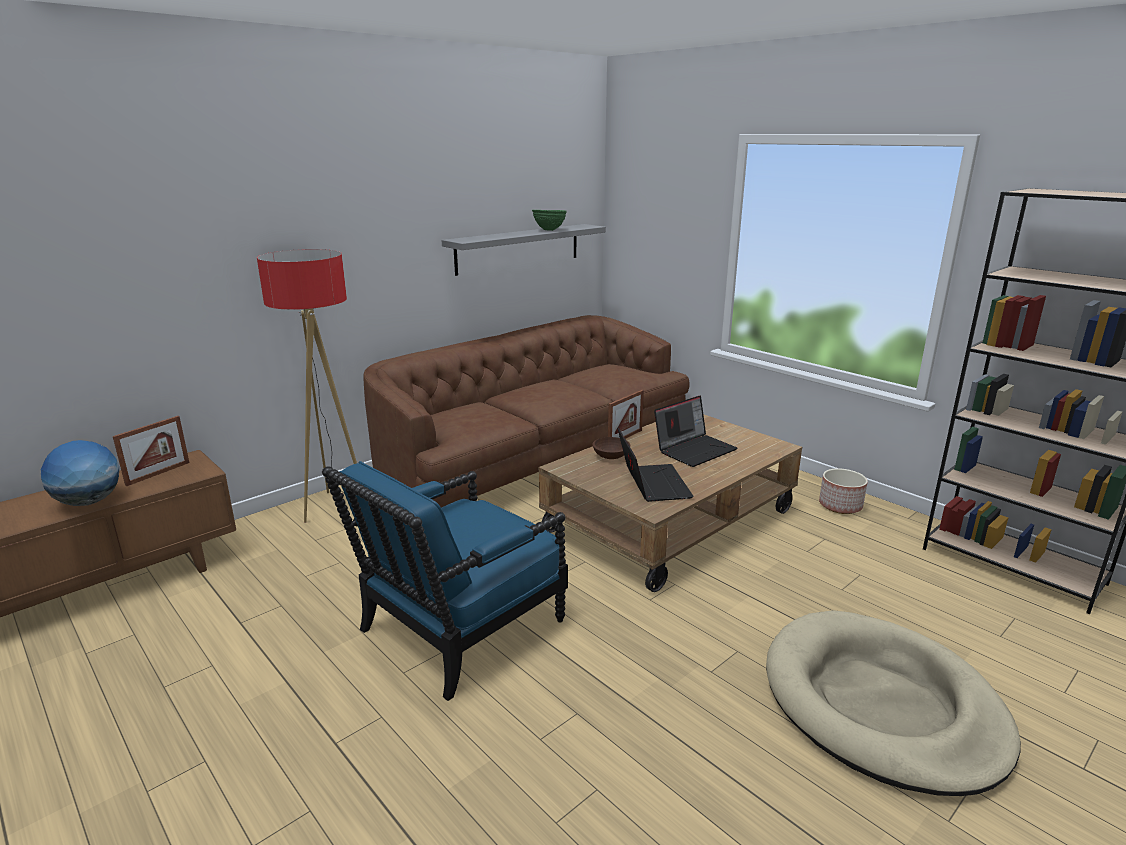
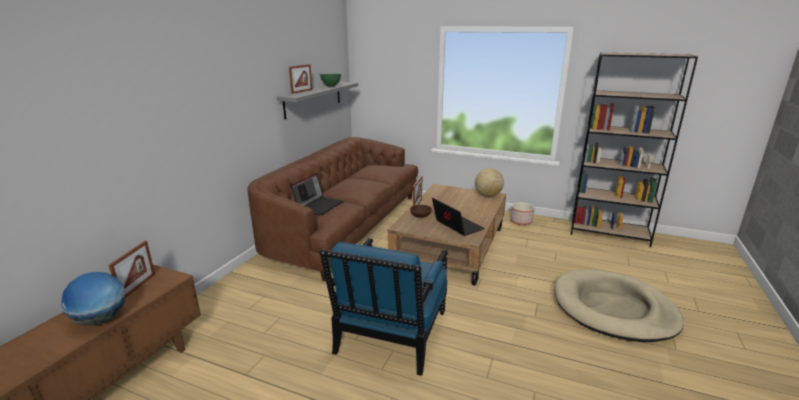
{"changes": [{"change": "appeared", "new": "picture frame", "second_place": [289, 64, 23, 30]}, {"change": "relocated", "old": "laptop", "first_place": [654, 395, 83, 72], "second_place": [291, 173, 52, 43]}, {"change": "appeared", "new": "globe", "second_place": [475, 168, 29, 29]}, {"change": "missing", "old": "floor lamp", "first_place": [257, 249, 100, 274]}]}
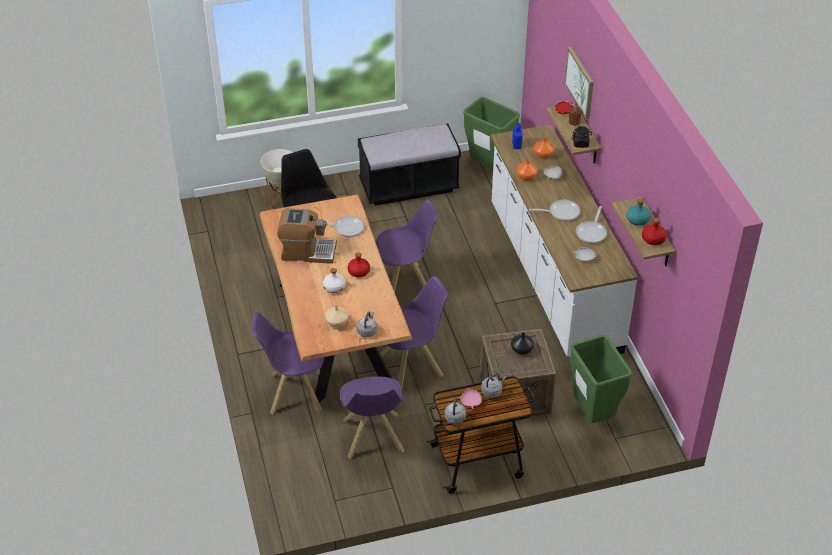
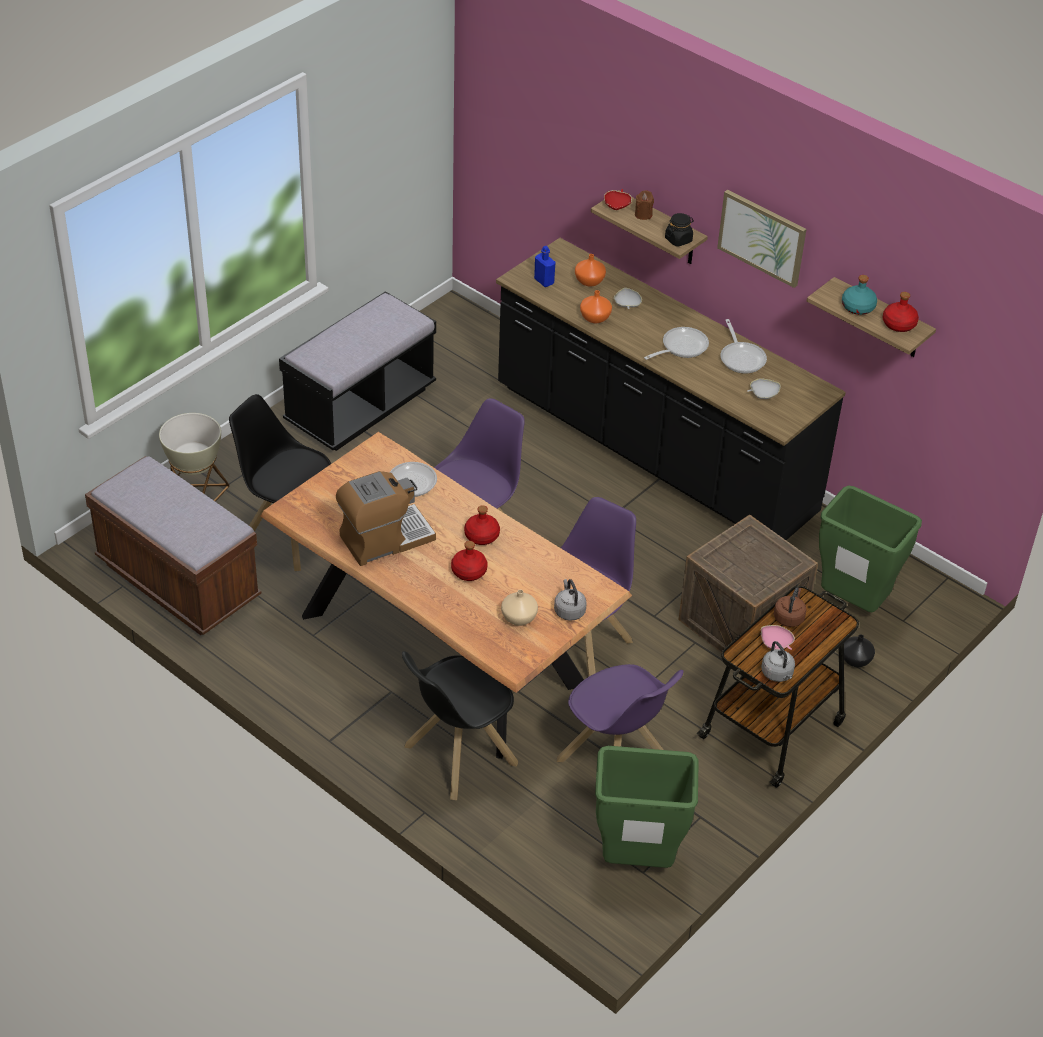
{"changes": [{"change": "appeared", "new": "bench (brown)", "second_place": [85, 456, 176, 179]}, {"change": "colour", "old": "chair (purple)", "new": "chair (black)", "first_place": [252, 312, 72, 103], "second_place": [402, 651, 116, 149]}, {"change": "colour", "old": "bottle (white)", "new": "bottle (red)", "first_place": [323, 268, 23, 25], "second_place": [451, 541, 37, 40]}, {"change": "colour", "old": "counter (white)", "new": "counter (black)", "first_place": [491, 124, 147, 233], "second_place": [496, 238, 350, 302]}, {"change": "relocated", "old": "trash can (green)", "first_place": [463, 97, 57, 71], "second_place": [595, 746, 104, 122]}, {"change": "relocated", "old": "picture", "first_place": [565, 47, 29, 72], "second_place": [717, 190, 89, 98]}, {"change": "colour", "old": "kettle (grey)", "new": "kettle (brown)", "first_place": [481, 373, 26, 25], "second_place": [774, 587, 32, 40]}, {"change": "relocated", "old": "vase (black)", "first_place": [511, 333, 23, 22], "second_place": [844, 634, 31, 33]}]}
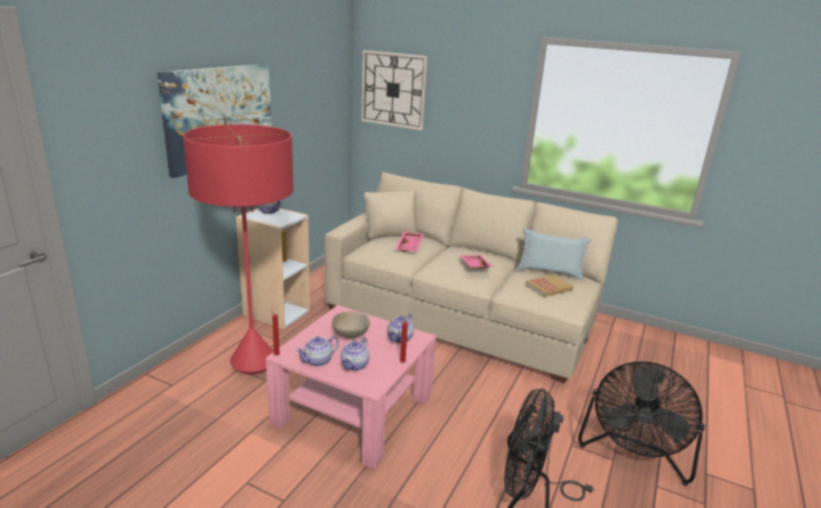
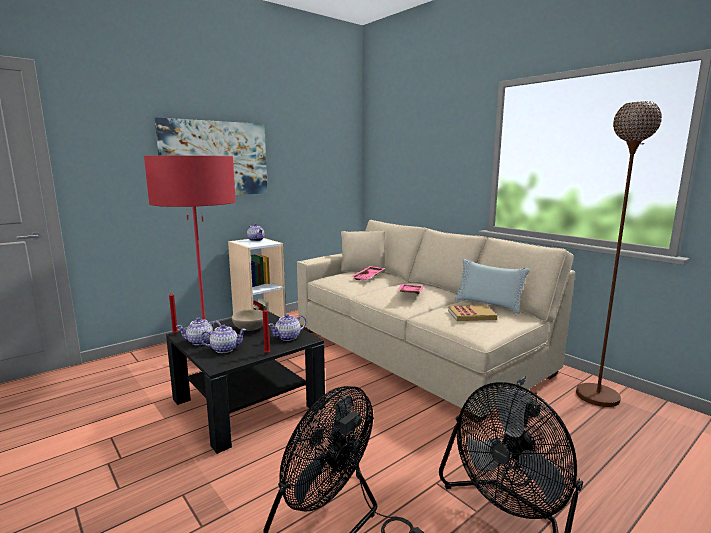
{"changes": [{"change": "colour", "old": "coffee table (pink)", "new": "coffee table (black)", "first_place": [266, 305, 170, 164], "second_place": [166, 311, 159, 143]}, {"change": "spun", "old": "teapot", "first_place": [341, 337, 28, 34], "second_place": [200, 324, 47, 29], "degrees": -150}, {"change": "appeared", "new": "floor lamp (brown)", "second_place": [576, 101, 86, 306]}, {"change": "missing", "old": "wall clock", "first_place": [361, 50, 67, 80]}]}
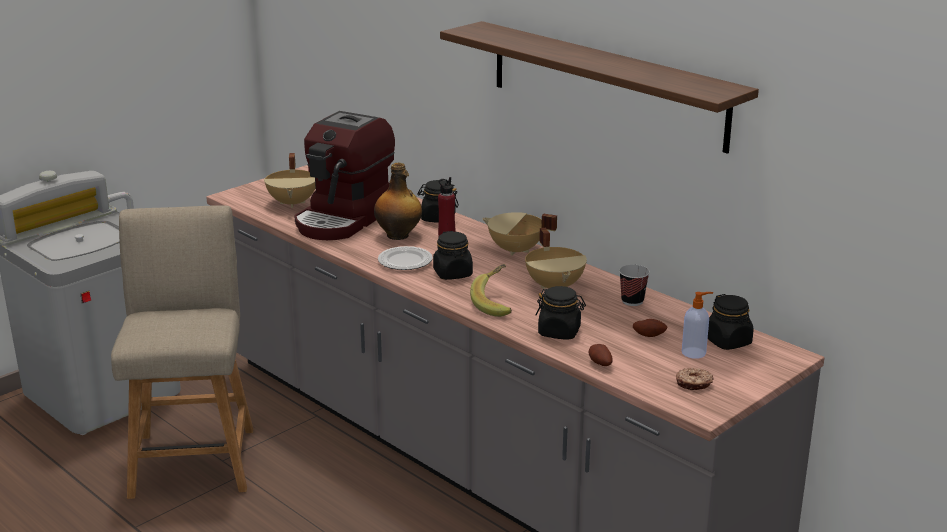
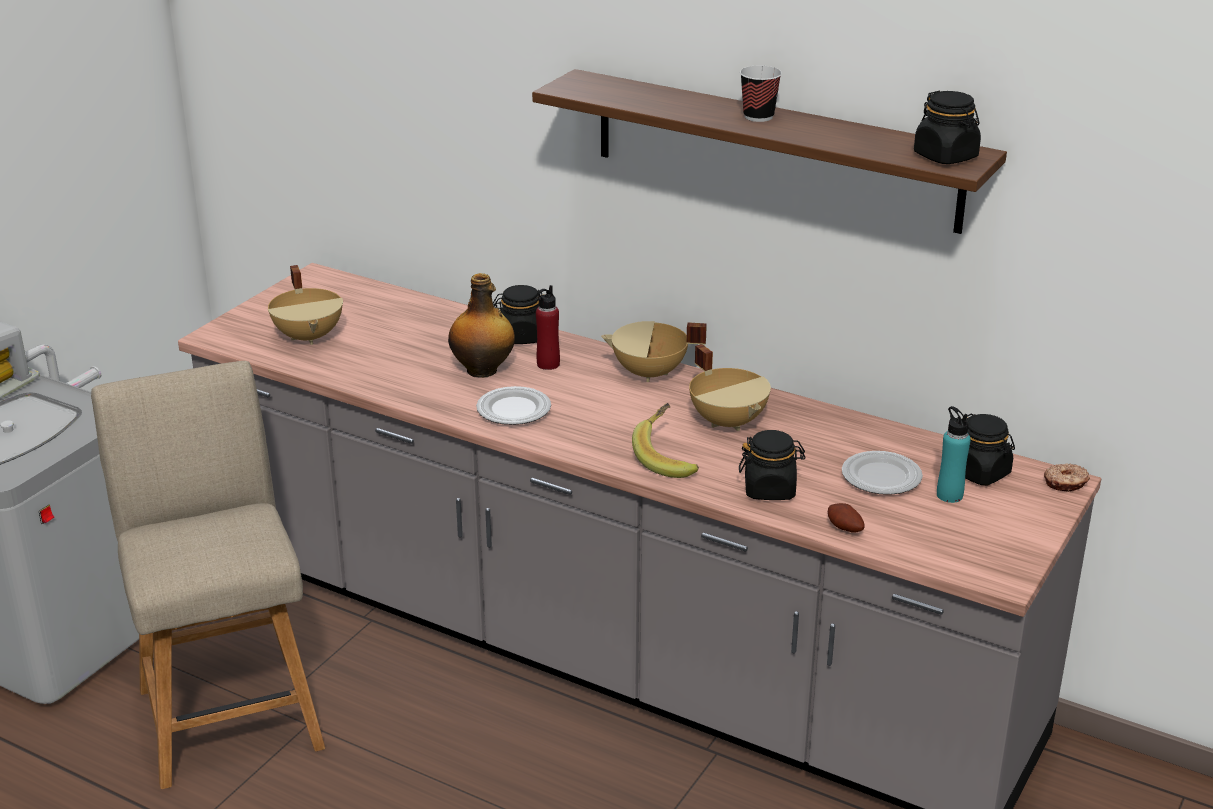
{"changes": [{"change": "relocated", "old": "cup", "first_place": [619, 265, 31, 41], "second_place": [740, 65, 42, 57]}, {"change": "exchanged", "old": "potato", "new": "plate", "first_place": [633, 319, 34, 18], "second_place": [842, 451, 81, 44]}, {"change": "relocated", "old": "jar (black)", "first_place": [433, 231, 40, 49], "second_place": [914, 91, 67, 73]}, {"change": "exchanged", "old": "soap dispenser", "new": "bottle (turquoise)", "first_place": [682, 292, 31, 67], "second_place": [937, 406, 34, 97]}, {"change": "relocated", "old": "donut", "first_place": [676, 368, 38, 22], "second_place": [1044, 463, 46, 29]}, {"change": "missing", "old": "coffee machine", "first_place": [294, 111, 101, 129]}]}
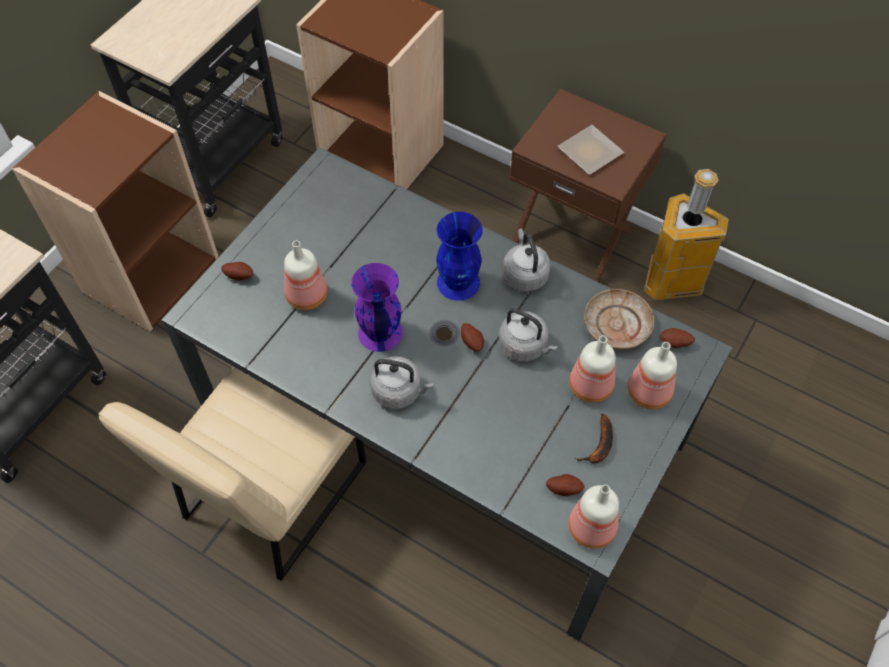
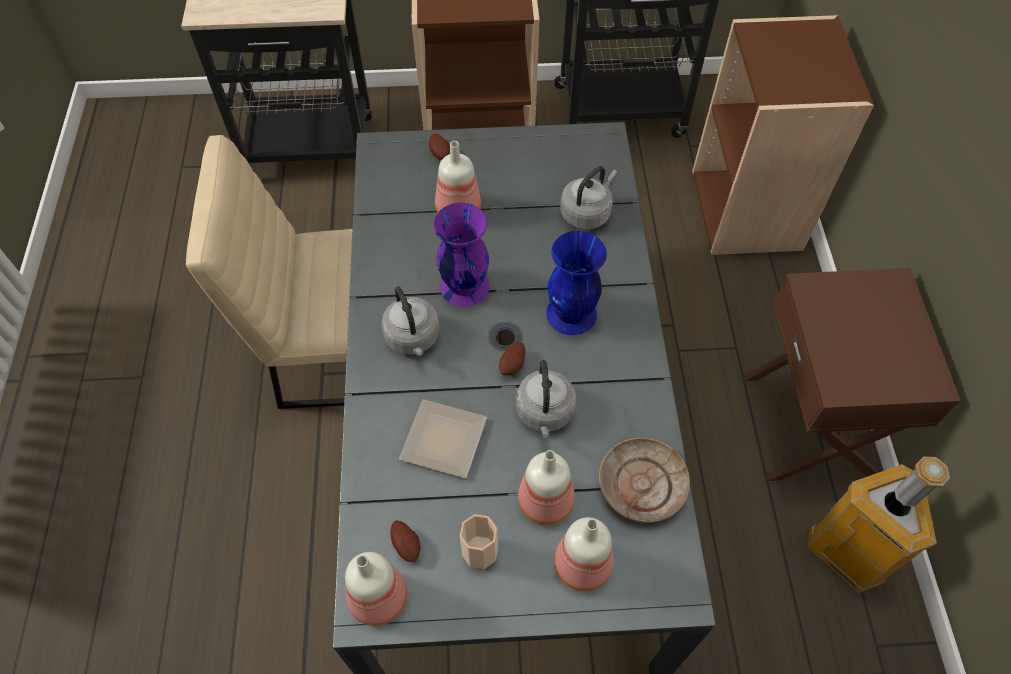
{"changes": [{"change": "relocated", "old": "plate", "first_place": [557, 125, 67, 50], "second_place": [399, 399, 88, 79]}, {"change": "exchanged", "old": "banana", "new": "cup", "first_place": [575, 414, 38, 50], "second_place": [460, 514, 38, 55]}, {"change": "relocated", "old": "kettle (grey)", "first_place": [503, 228, 48, 64], "second_place": [560, 166, 58, 64]}, {"change": "missing", "old": "potato", "first_place": [660, 328, 35, 20]}]}
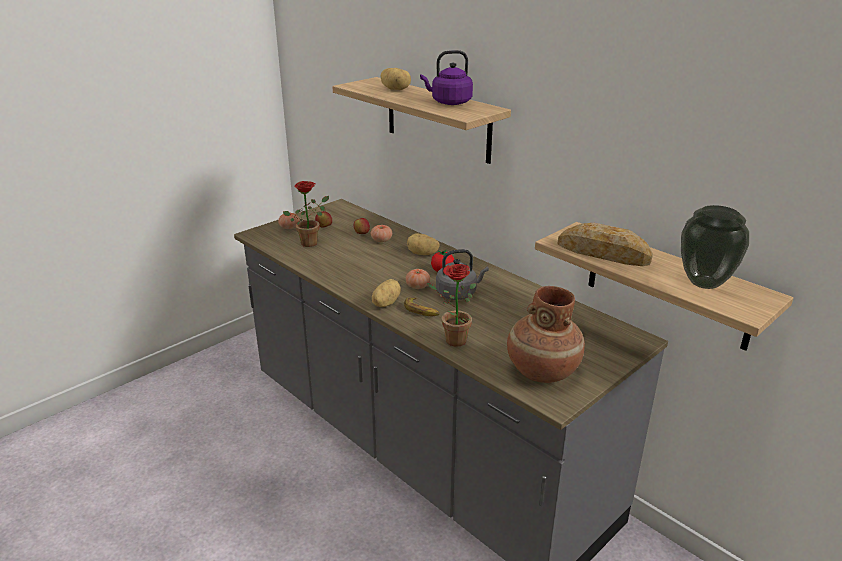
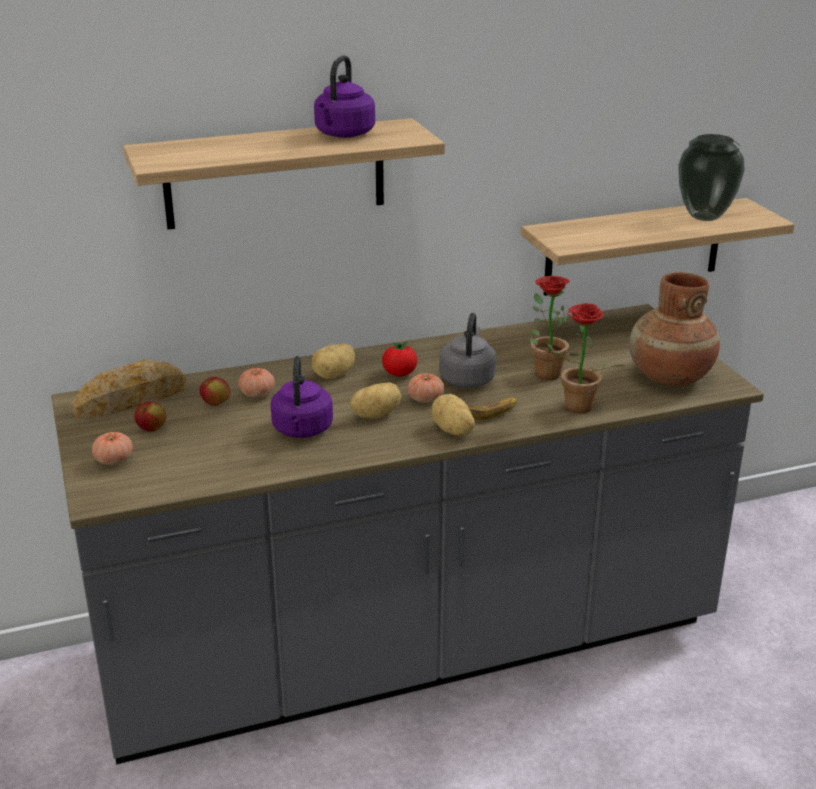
{"changes": [{"change": "relocated", "old": "bread", "first_place": [557, 223, 96, 43], "second_place": [71, 359, 116, 59]}, {"change": "appeared", "new": "kettle (purple)", "second_place": [271, 356, 62, 82]}, {"change": "relocated", "old": "potato", "first_place": [381, 68, 30, 22], "second_place": [350, 382, 51, 37]}, {"change": "relocated", "old": "potted plant", "first_place": [283, 181, 46, 66], "second_place": [530, 276, 40, 104]}]}
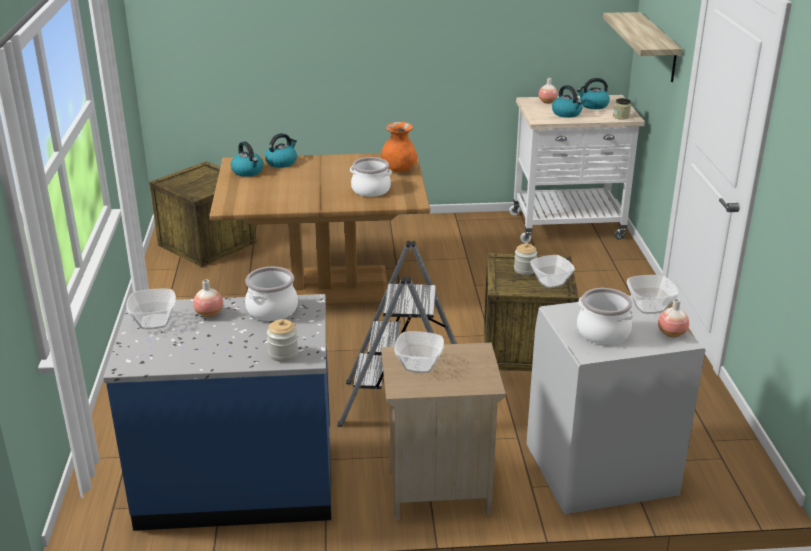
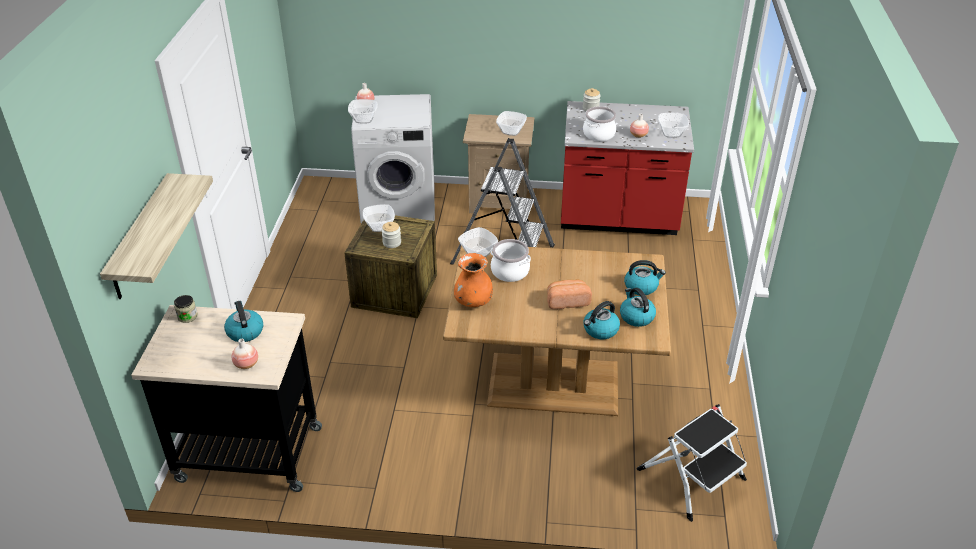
{"changes": [{"change": "colour", "old": "cart (white)", "new": "cart (black)", "first_place": [509, 95, 136, 148], "second_place": [131, 305, 191, 187]}, {"change": "appeared", "new": "bowl", "second_place": [458, 227, 40, 30]}, {"change": "appeared", "new": "bread", "second_place": [547, 280, 45, 29]}, {"change": "colour", "old": "counter (blue)", "new": "counter (red)", "first_place": [103, 294, 228, 237], "second_place": [561, 101, 133, 134]}, {"change": "relocated", "old": "kettle", "first_place": [577, 78, 33, 31], "second_place": [624, 260, 42, 35]}, {"change": "exchanged", "old": "crate", "new": "step ladder", "first_place": [149, 161, 108, 107], "second_place": [636, 404, 111, 118]}, {"change": "missing", "old": "cooking pot", "first_place": [577, 288, 57, 57]}]}
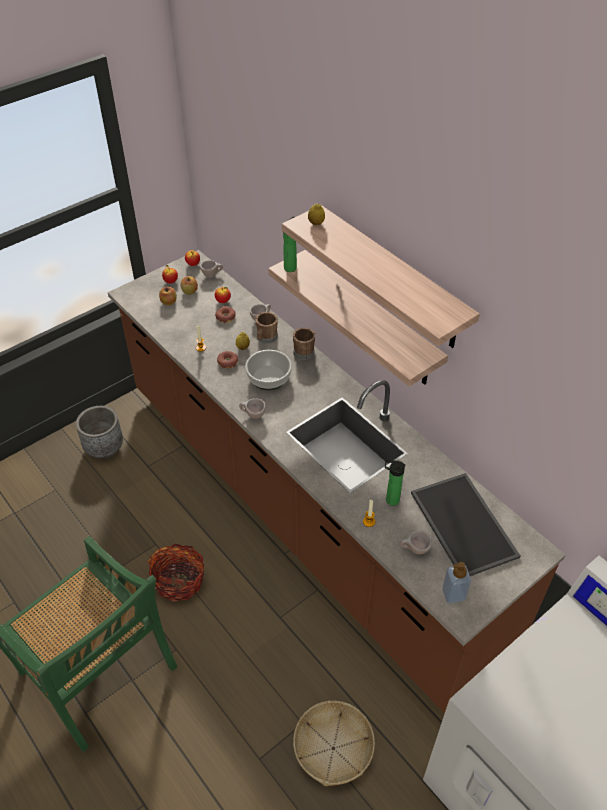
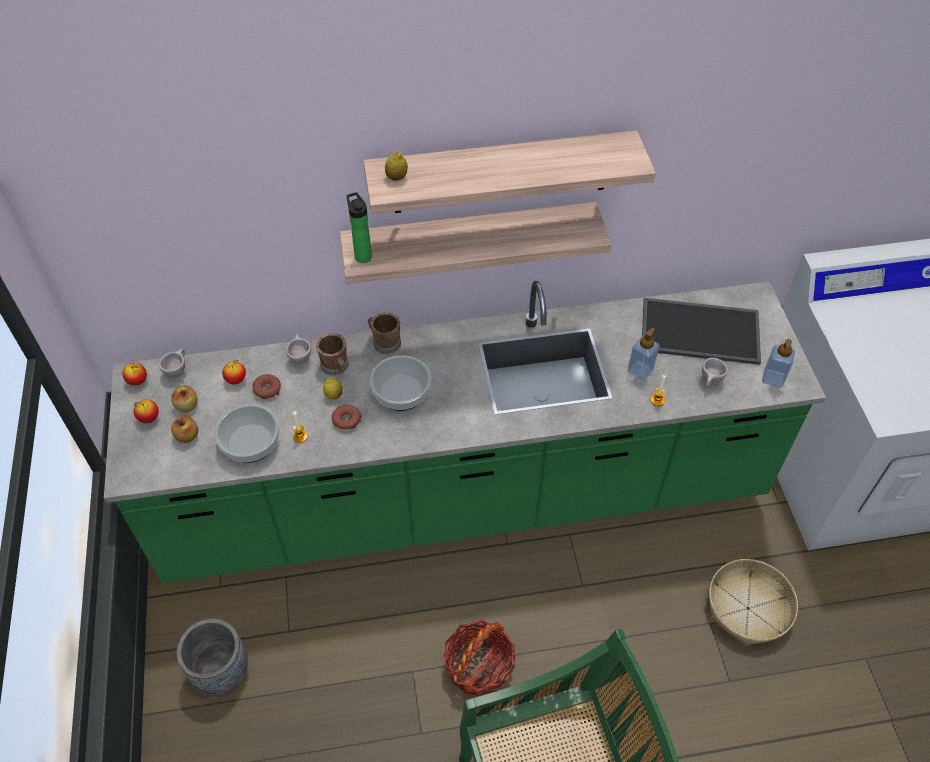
{"changes": [{"change": "colour", "old": "counter (brown)", "new": "counter (green)", "first_place": [108, 250, 457, 464], "second_place": [104, 281, 722, 303]}, {"change": "appeared", "new": "bowl", "second_place": [214, 404, 65, 59]}, {"change": "exchanged", "old": "bottle", "new": "soap dispenser", "first_place": [385, 460, 21, 46], "second_place": [627, 328, 33, 52]}, {"change": "missing", "old": "cup (beige)", "first_place": [239, 398, 27, 21]}]}
